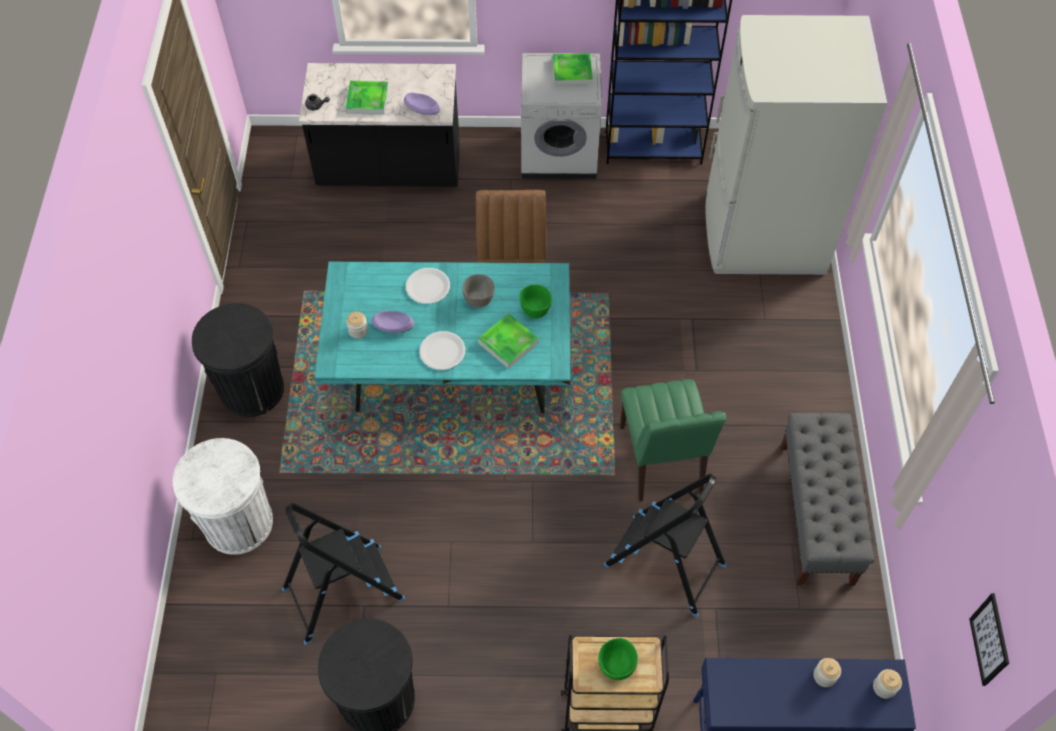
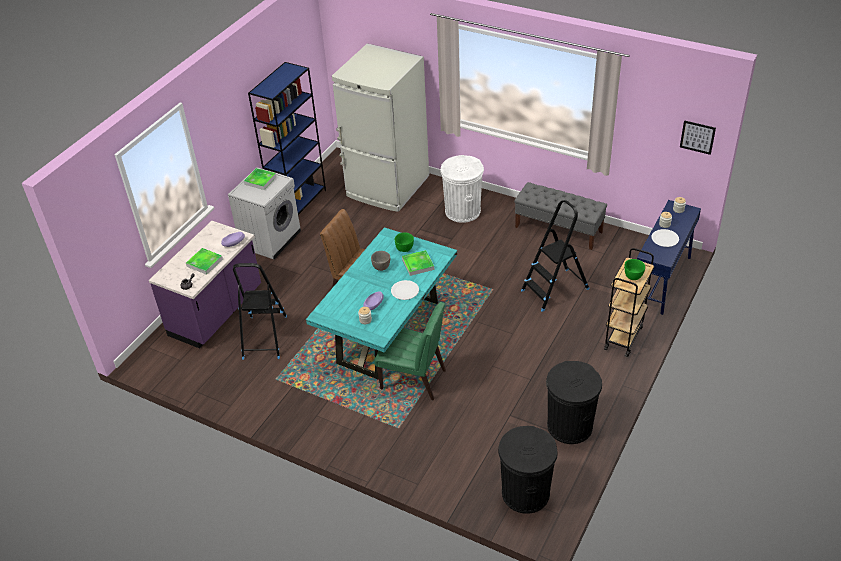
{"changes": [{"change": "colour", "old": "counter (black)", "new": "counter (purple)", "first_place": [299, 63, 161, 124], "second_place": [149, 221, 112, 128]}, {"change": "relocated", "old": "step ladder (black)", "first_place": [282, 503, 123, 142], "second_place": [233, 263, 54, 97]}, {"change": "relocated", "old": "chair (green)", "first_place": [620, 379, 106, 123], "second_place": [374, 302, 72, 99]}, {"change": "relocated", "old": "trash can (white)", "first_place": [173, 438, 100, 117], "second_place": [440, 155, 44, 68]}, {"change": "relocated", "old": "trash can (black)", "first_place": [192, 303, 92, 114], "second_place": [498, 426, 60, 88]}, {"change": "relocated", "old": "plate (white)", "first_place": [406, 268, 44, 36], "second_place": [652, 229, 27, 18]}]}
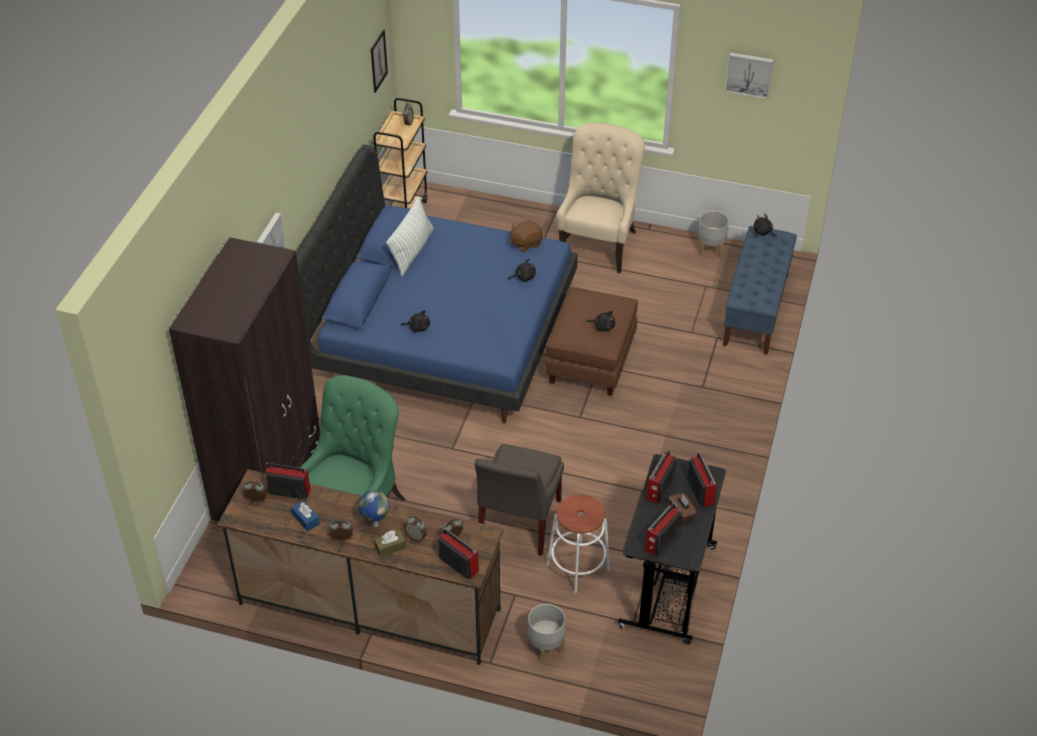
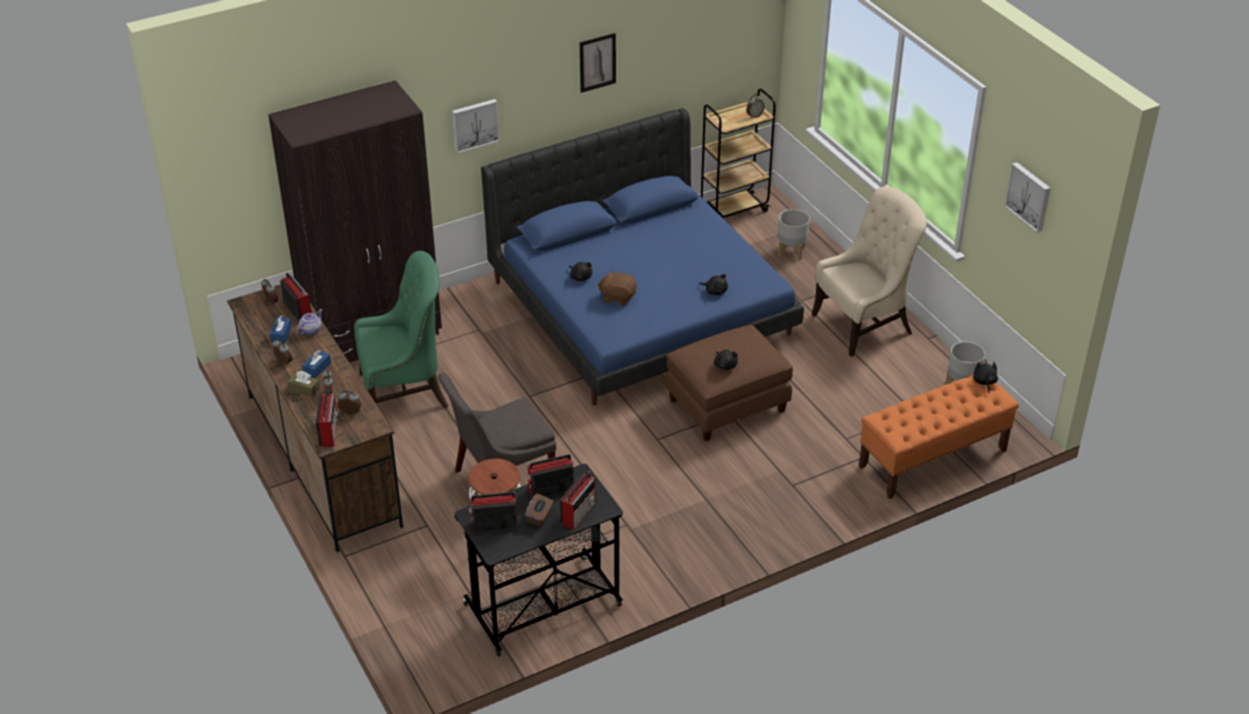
{"changes": [{"change": "appeared", "new": "teapot", "second_place": [297, 309, 25, 27]}, {"change": "exchanged", "old": "globe", "new": "tissue box (blue)", "first_place": [358, 490, 32, 37], "second_place": [302, 349, 29, 29]}, {"change": "relocated", "old": "picture", "first_place": [371, 29, 17, 64], "second_place": [580, 33, 36, 60]}, {"change": "relocated", "old": "plush toy (brown)", "first_place": [509, 220, 34, 32], "second_place": [598, 270, 39, 36]}, {"change": "relocated", "old": "planter (grey)", "first_place": [528, 604, 37, 59], "second_place": [778, 209, 32, 51]}, {"change": "colour", "old": "bench (blue)", "new": "bench (orange)", "first_place": [723, 226, 74, 129], "second_place": [859, 374, 160, 125]}, {"change": "missing", "old": "pillow", "first_place": [386, 196, 48, 80]}]}
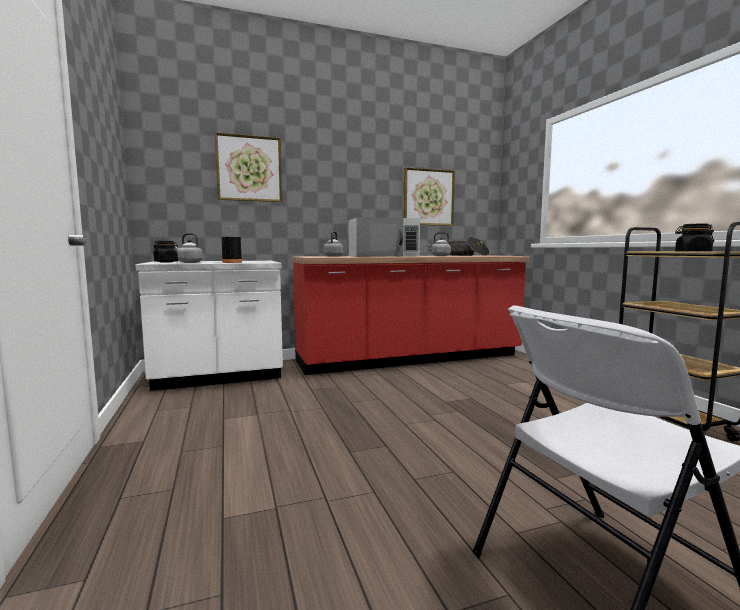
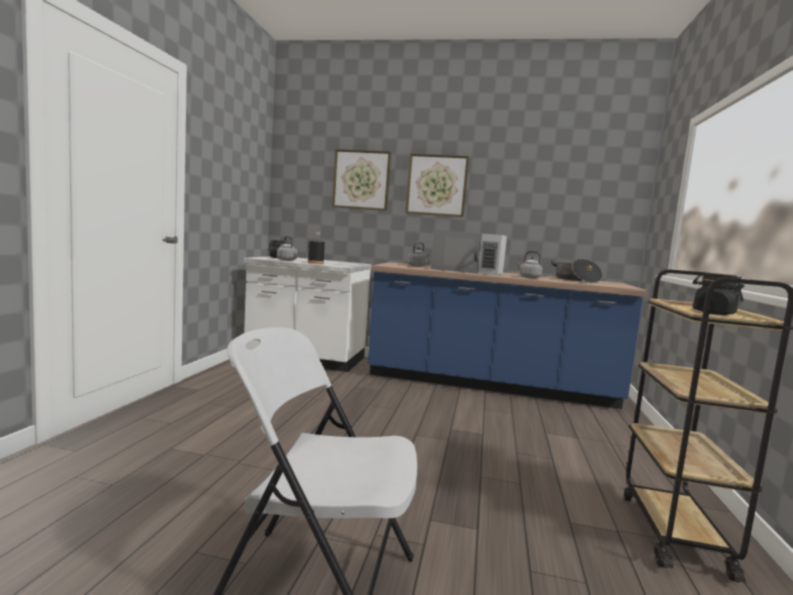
{"changes": [{"change": "colour", "old": "counter (red)", "new": "counter (blue)", "first_place": [292, 255, 238, 120], "second_place": [368, 262, 279, 147]}, {"change": "relocated", "old": "picture", "first_place": [404, 167, 51, 59], "second_place": [405, 154, 64, 63]}]}
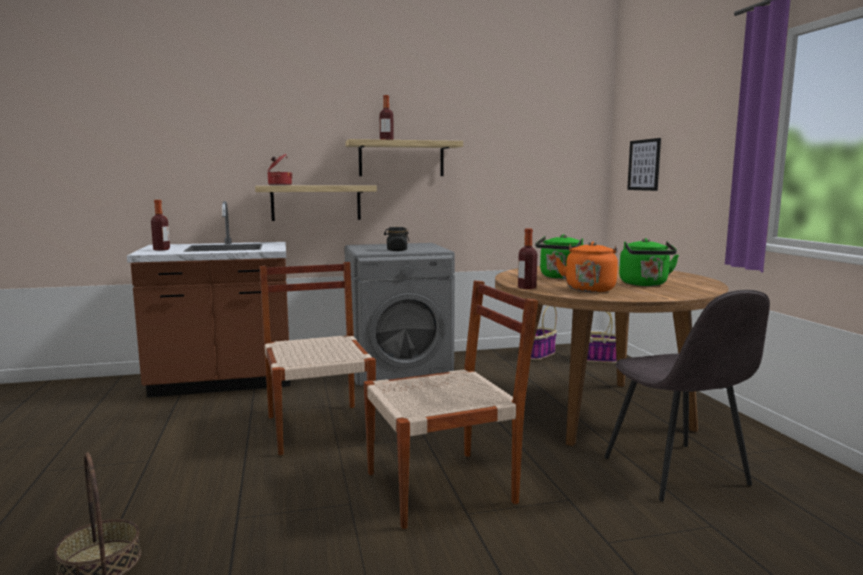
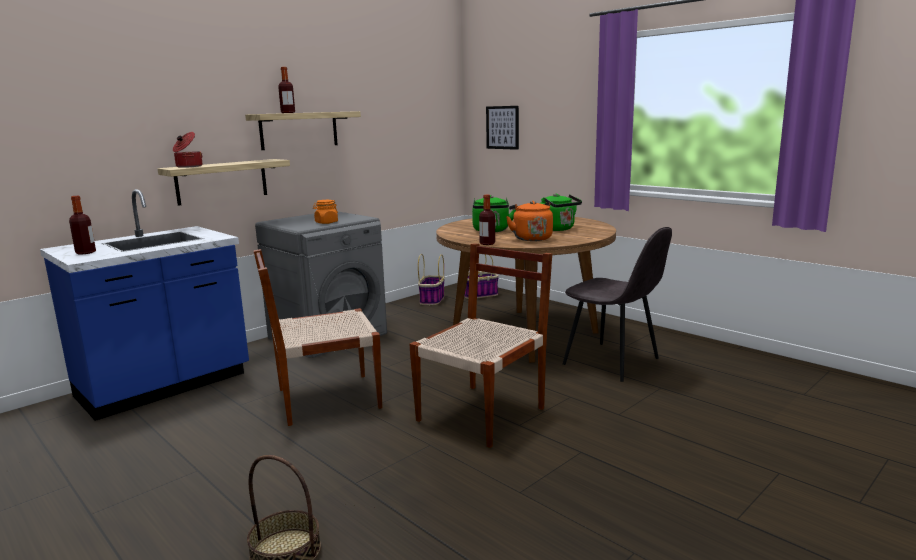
{"changes": [{"change": "colour", "old": "counter (brown)", "new": "counter (blue)", "first_place": [127, 201, 163, 196], "second_place": [40, 189, 209, 232]}, {"change": "spun", "old": "chair", "first_place": [260, 262, 116, 193], "second_place": [254, 249, 128, 177], "degrees": -60}, {"change": "colour", "old": "jar (black)", "new": "jar (orange)", "first_place": [384, 227, 26, 24], "second_place": [313, 200, 25, 24]}]}
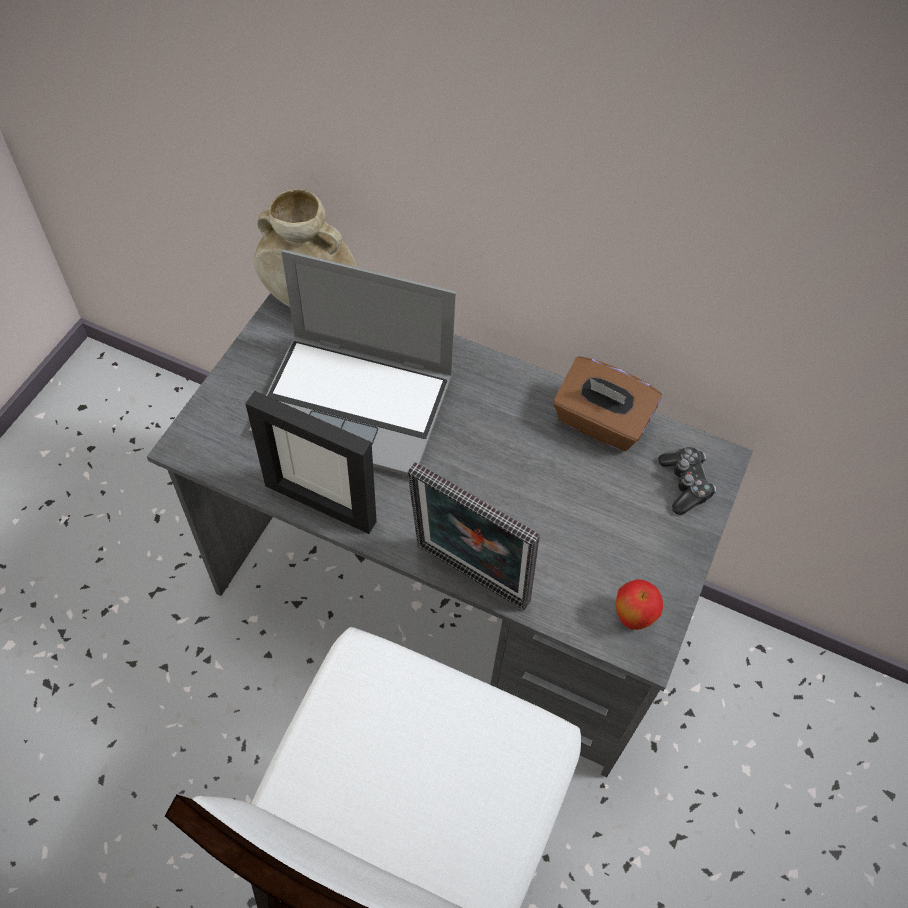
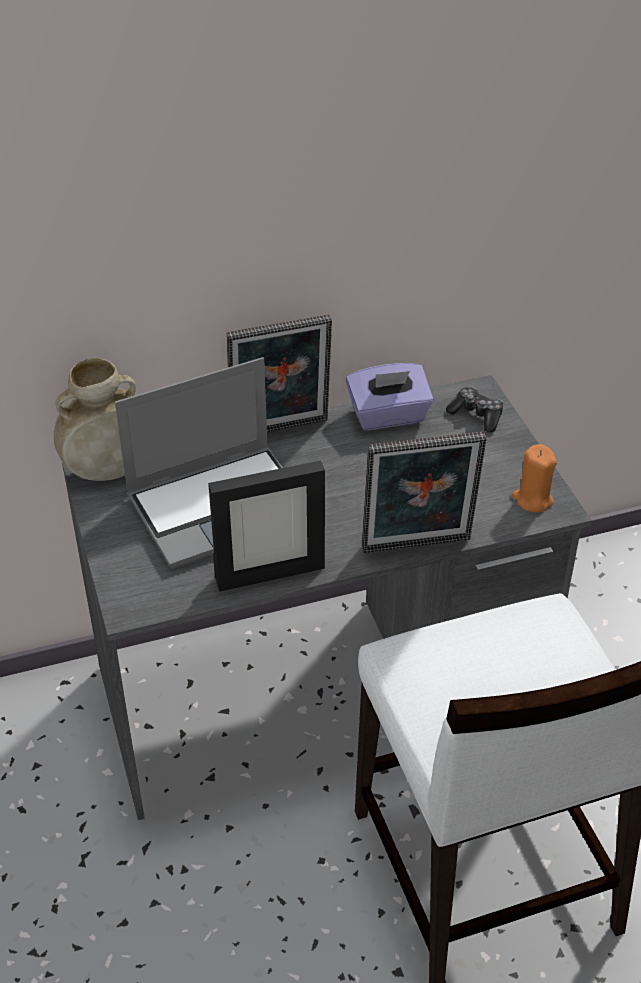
{"changes": [{"change": "appeared", "new": "picture frame", "second_place": [226, 314, 106, 118]}, {"change": "colour", "old": "tissue box (brown)", "new": "tissue box (purple)", "first_place": [553, 356, 109, 95], "second_place": [346, 363, 88, 67]}, {"change": "exchanged", "old": "apple", "new": "candle (orange)", "first_place": [616, 579, 47, 51], "second_place": [512, 444, 45, 68]}]}
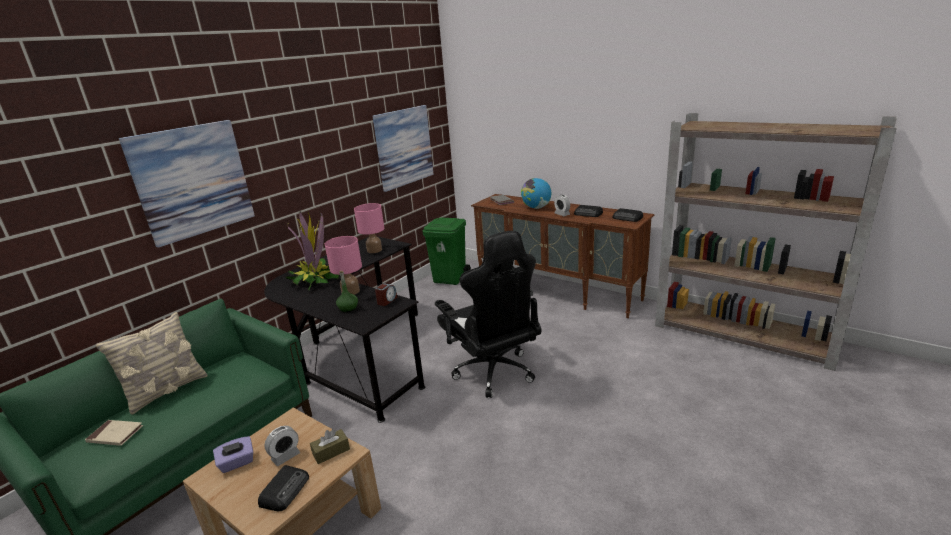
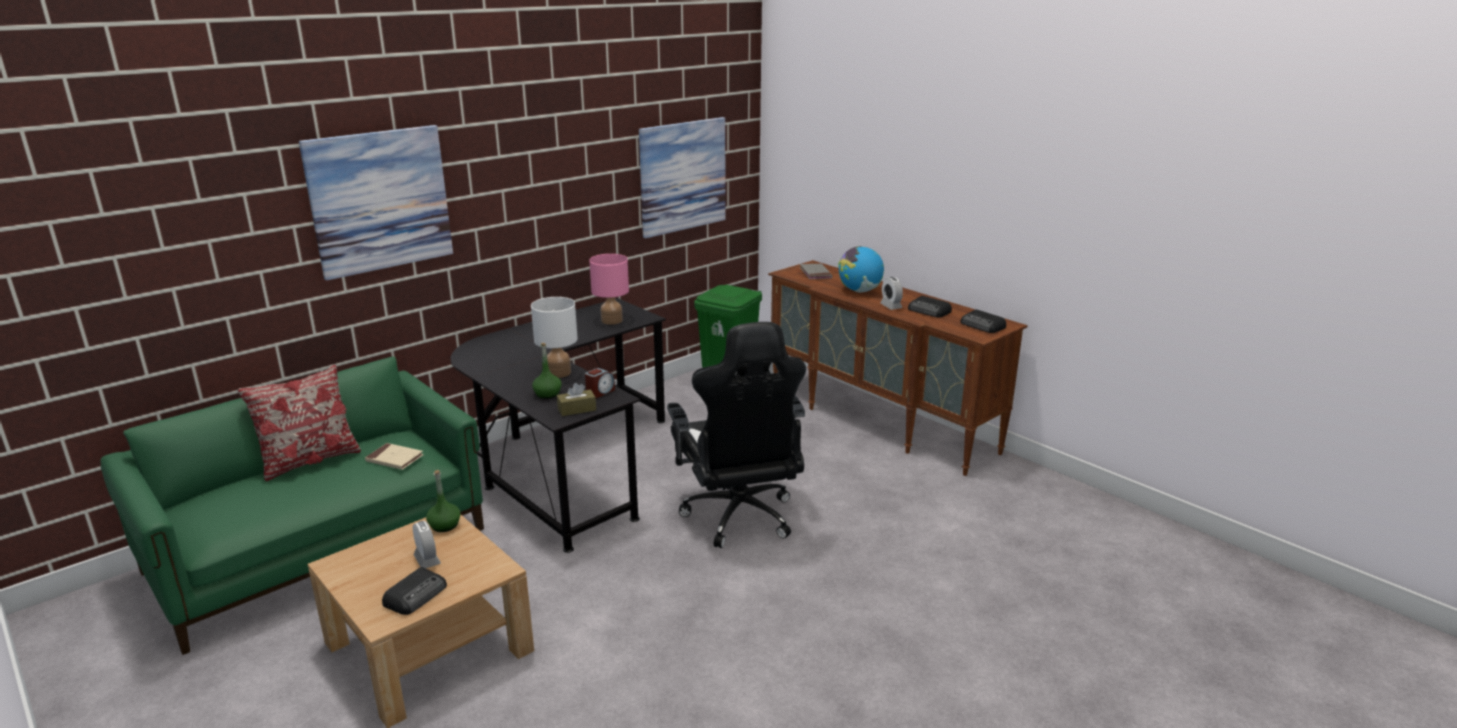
{"changes": [{"change": "colour", "old": "pillow (beige)", "new": "pillow (red)", "first_place": [96, 312, 112, 102], "second_place": [238, 365, 123, 116]}, {"change": "relocated", "old": "book (beige)", "first_place": [85, 420, 58, 26], "second_place": [365, 443, 59, 27]}, {"change": "spun", "old": "alarm clock", "first_place": [264, 426, 36, 40], "second_place": [413, 521, 28, 47], "degrees": -90}, {"change": "appeared", "new": "bottle (green)", "second_place": [426, 470, 35, 62]}, {"change": "colour", "old": "table lamp (pink)", "new": "table lamp (white)", "first_place": [325, 236, 37, 59], "second_place": [531, 297, 47, 81]}, {"change": "relocated", "old": "tissue box (brown)", "first_place": [310, 429, 40, 35], "second_place": [557, 383, 39, 33]}, {"change": "missing", "old": "tissue box (purple)", "first_place": [213, 436, 40, 37]}, {"change": "missing", "old": "potted plant", "first_place": [286, 211, 54, 79]}, {"change": "missing", "old": "bookcase (brown)", "first_place": [655, 113, 242, 258]}]}
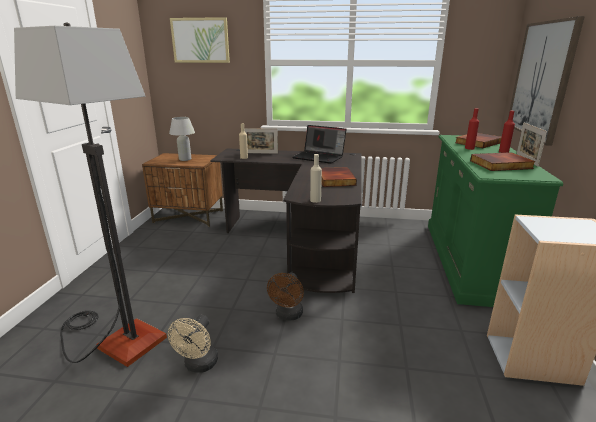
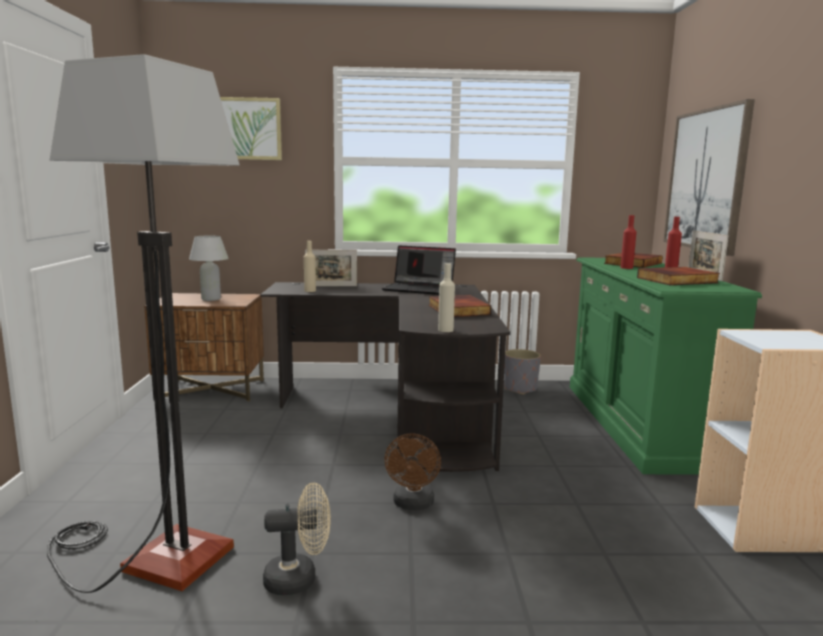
{"changes": [{"change": "spun", "old": "fan (beige)", "first_place": [168, 315, 50, 58], "second_place": [263, 482, 68, 113], "degrees": -105}, {"change": "appeared", "new": "planter (grey)", "second_place": [504, 349, 37, 46]}]}
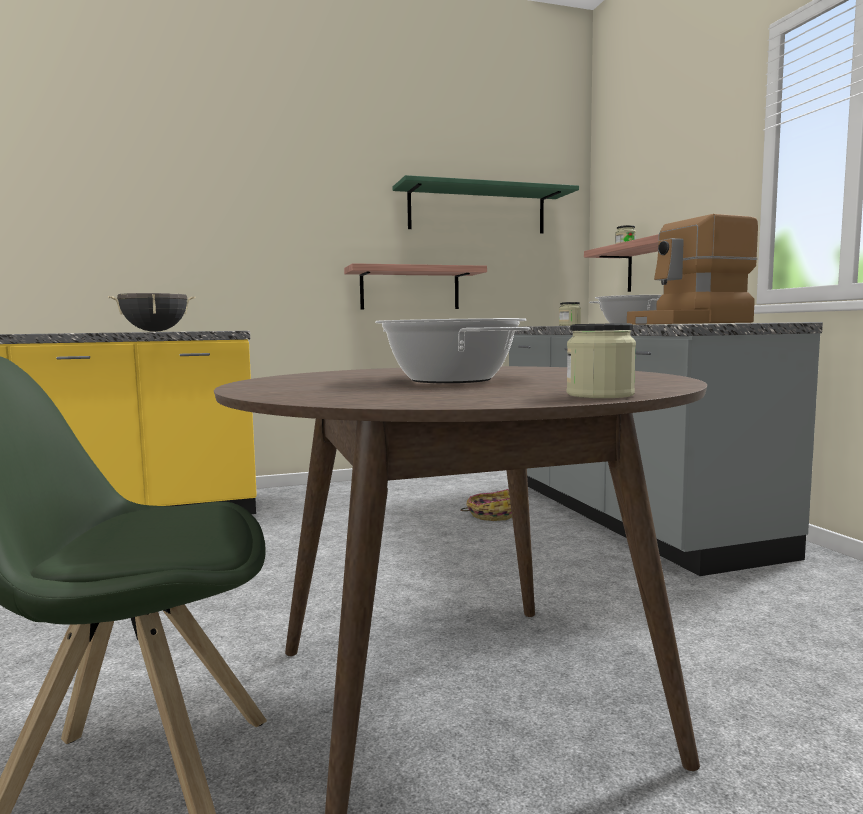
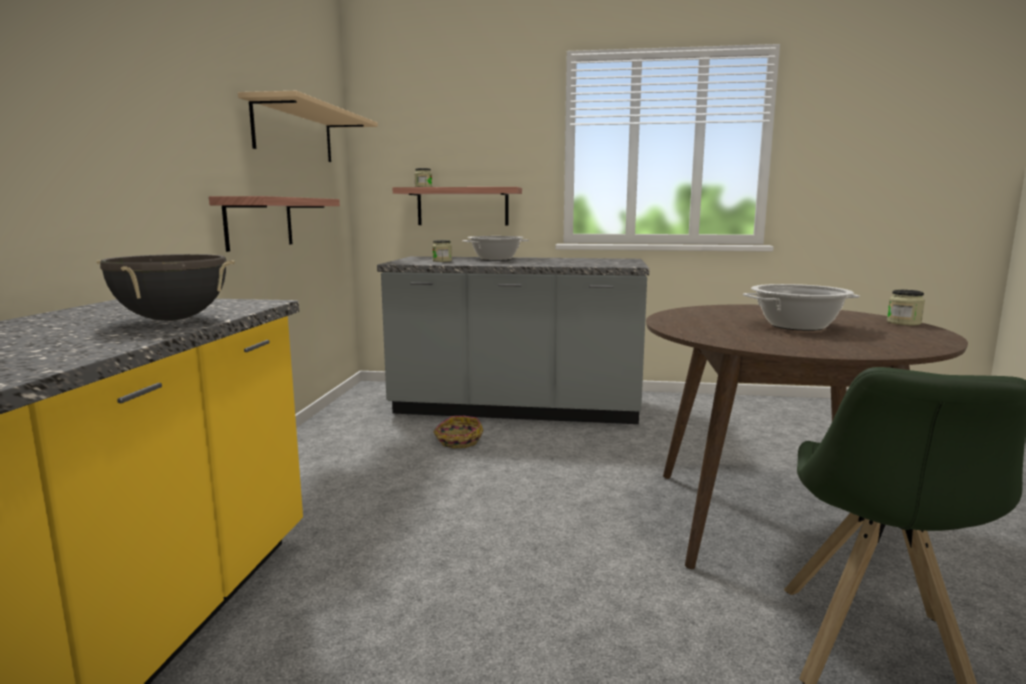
{"changes": [{"change": "colour", "old": "shelf (green)", "new": "shelf (beige)", "first_place": [392, 175, 187, 59], "second_place": [238, 91, 140, 71]}, {"change": "missing", "old": "coffee machine", "first_place": [627, 214, 131, 110]}]}
